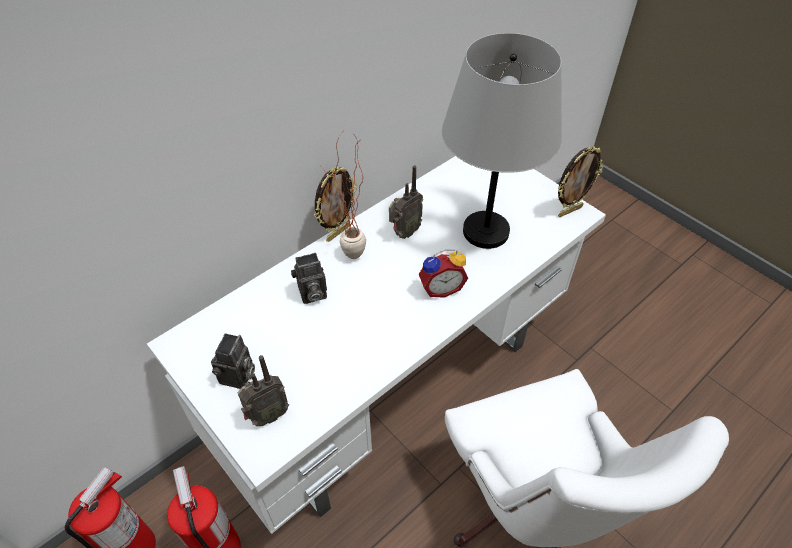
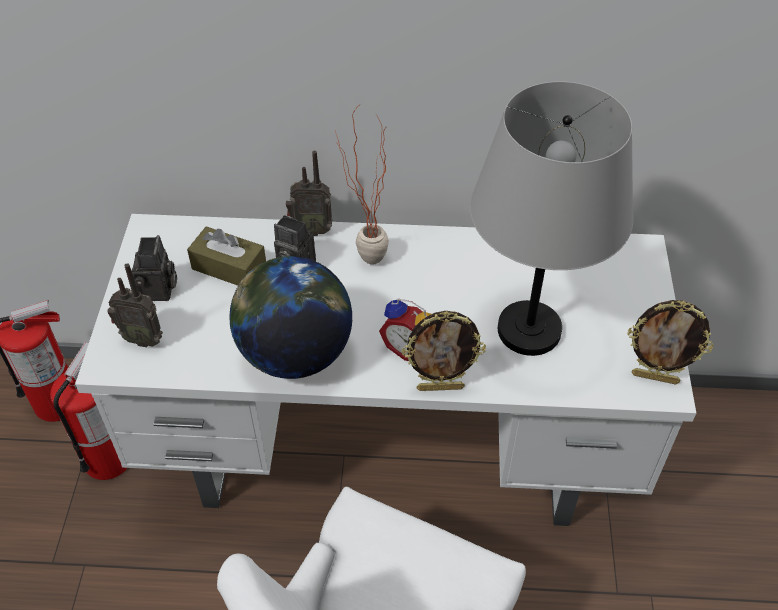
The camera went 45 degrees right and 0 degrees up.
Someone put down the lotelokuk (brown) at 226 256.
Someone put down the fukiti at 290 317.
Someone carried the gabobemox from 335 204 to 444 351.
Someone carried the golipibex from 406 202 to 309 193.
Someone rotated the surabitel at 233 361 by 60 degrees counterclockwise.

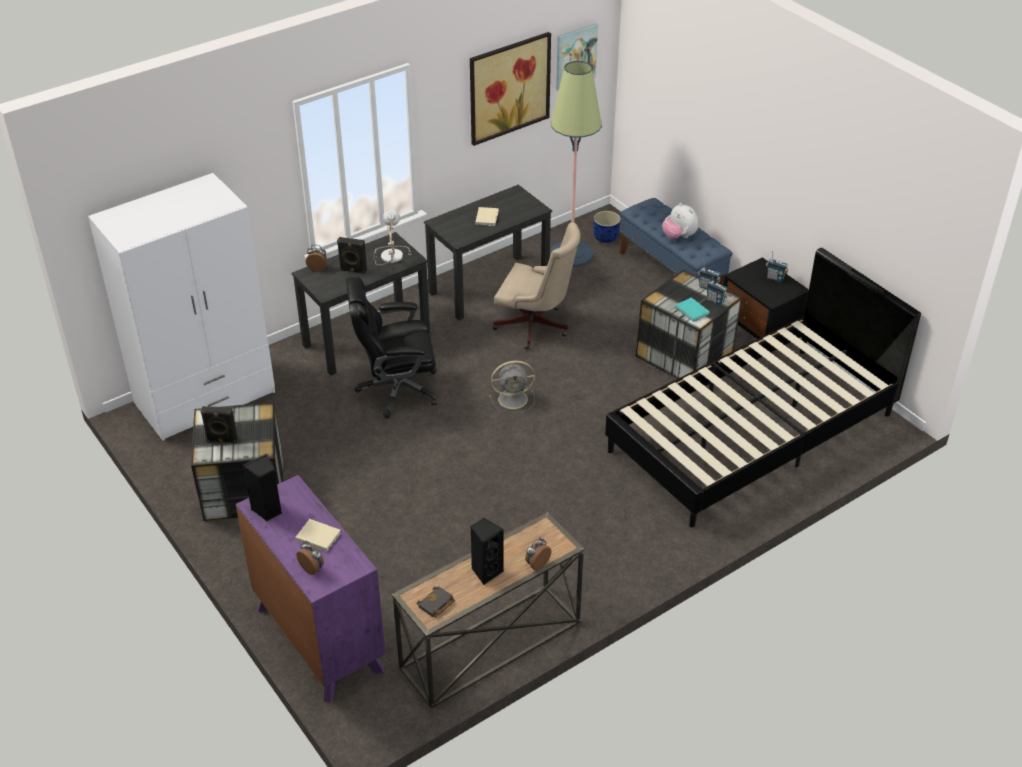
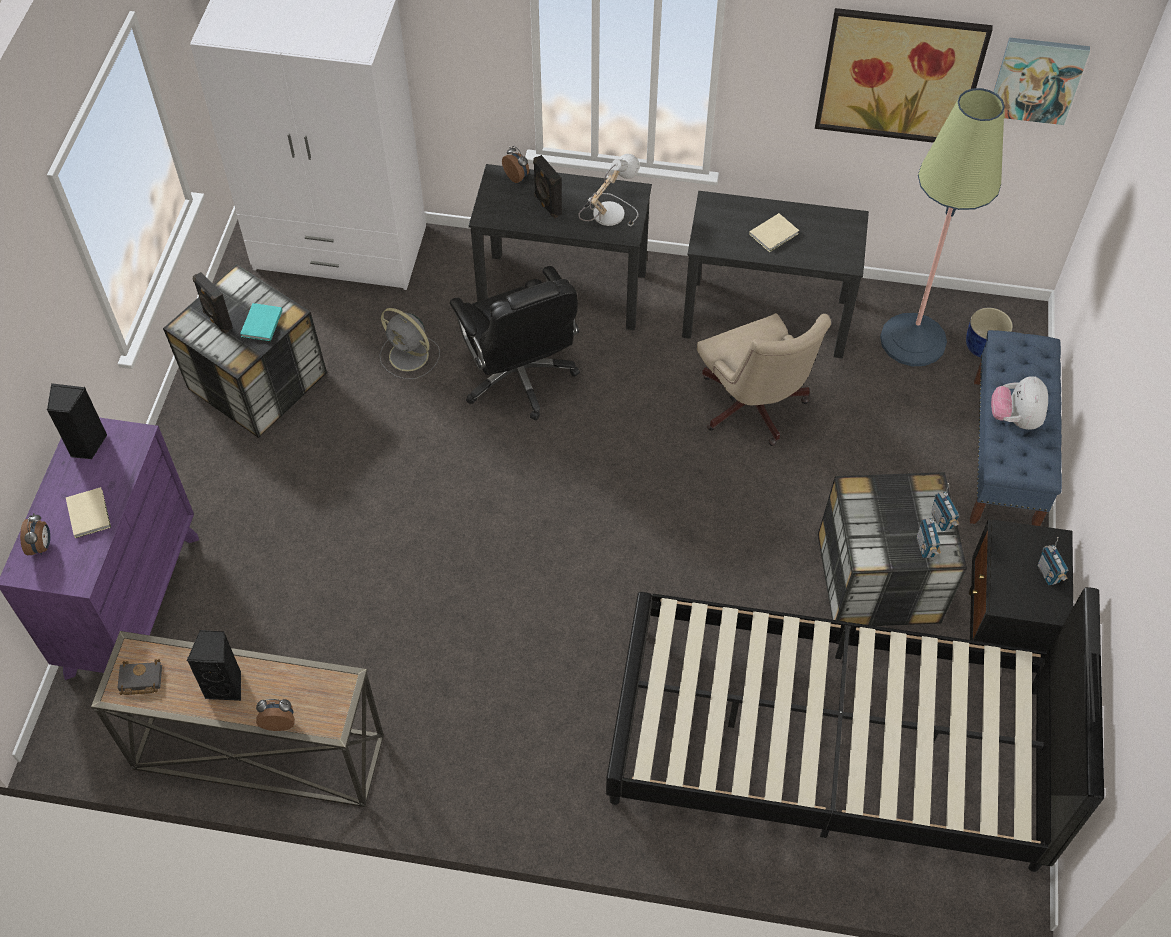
The camera went 45 degrees right and 15 degrees up.
Someone carried the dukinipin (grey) from 512 387 to 409 343.
Someone carried the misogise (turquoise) from 692 309 to 261 322.
Someone rotated the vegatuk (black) at 391 348 by 150 degrees counterclockwise.

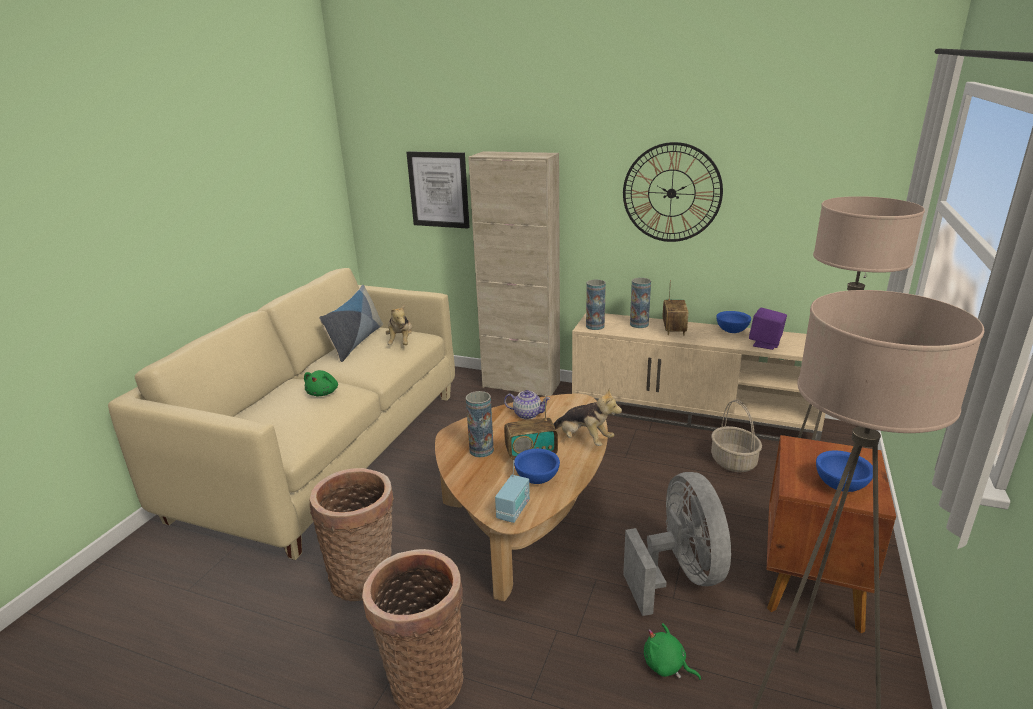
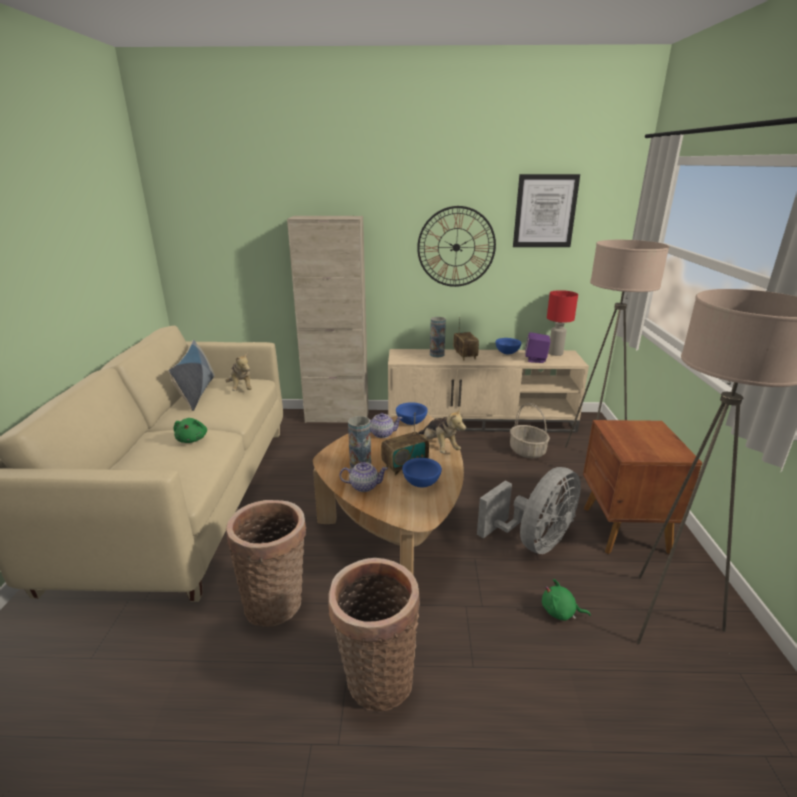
The camera went 20 degrees left and 0 degrees up.
Someone took away the golipibex at 512 491.
Someone took away the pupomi at 596 305.
Someone put down the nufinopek at 363 477.
Someone put down the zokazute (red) at 562 323.
Someone carried the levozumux from 438 190 to 546 210.
Someone carried the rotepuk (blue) from 844 471 to 412 413.
Someone rotated the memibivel at 587 417 by 45 degrees clockwise.
Someone rotated the dukinipin (grey) at 677 544 by 75 degrees clockwise.

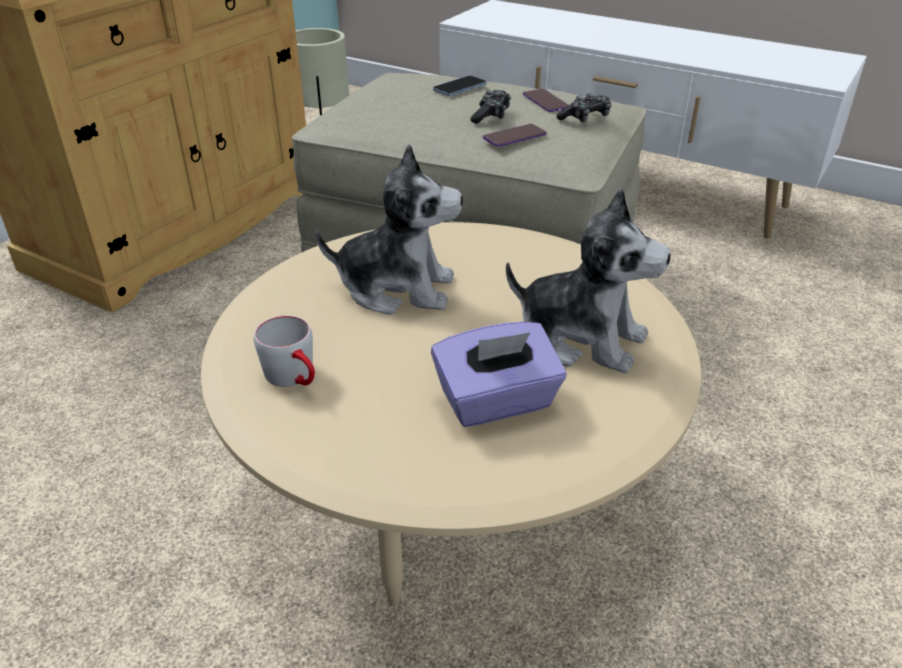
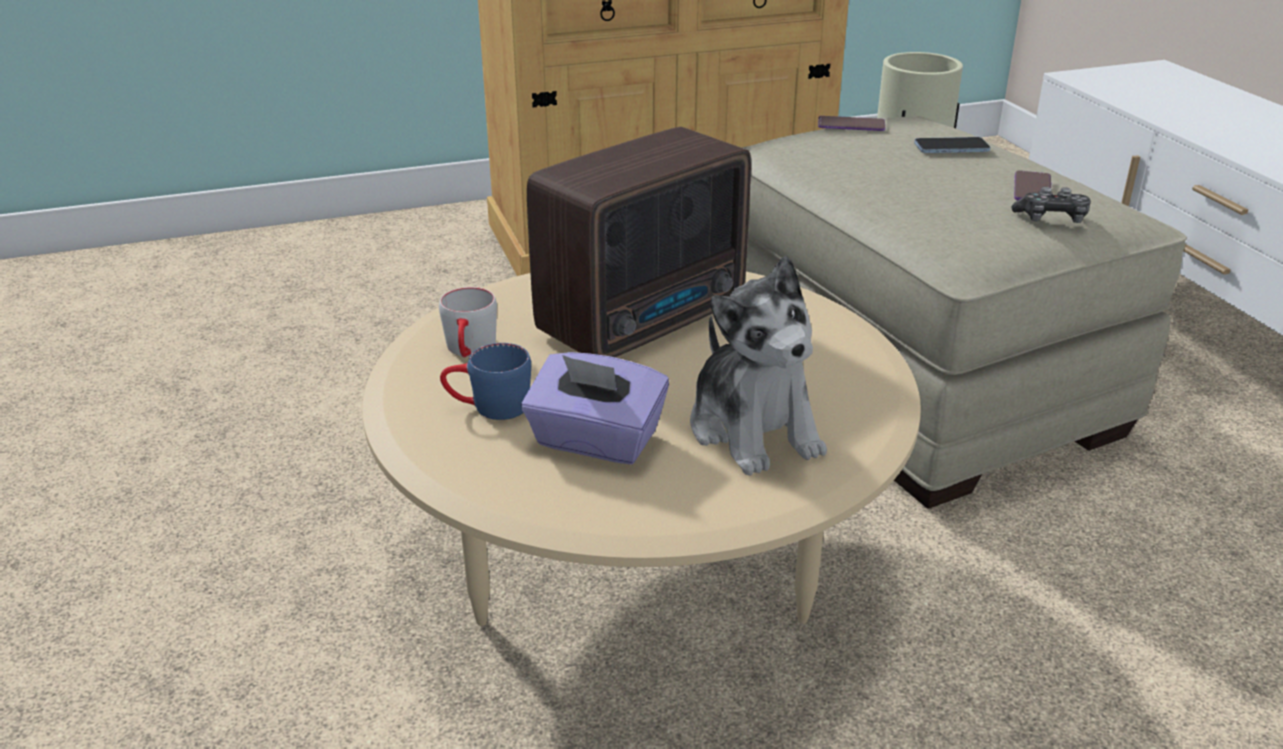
The camera went 40 degrees right and 5 degrees down.
Someone took away the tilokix at 490 107.
Someone put down the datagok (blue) at 485 381.
Someone carried the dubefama from 515 135 to 851 123.
Someone swapped the memibivel at 389 229 for the golipibex at 639 242.

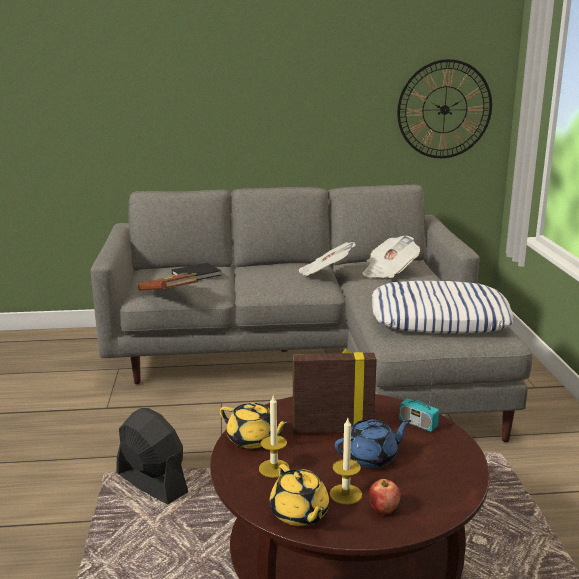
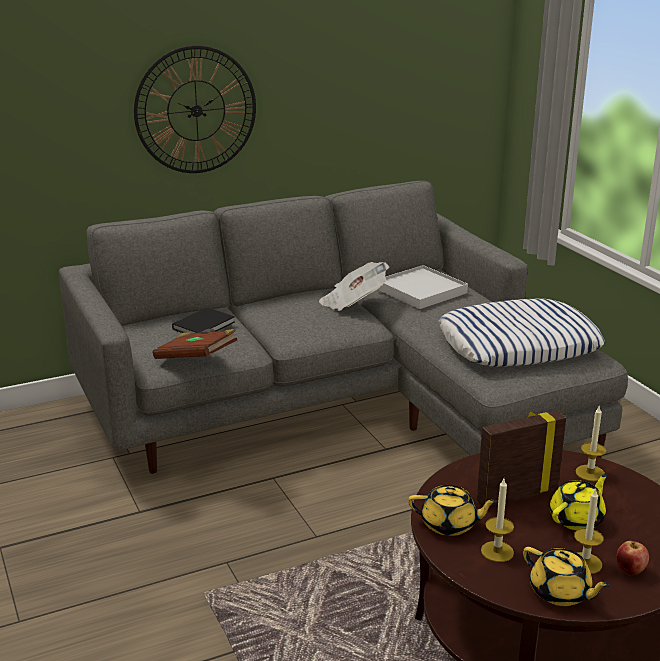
The camera went 20 degrees left and 5 degrees up.
Someone took away the dukinipin (black) at 152 456.
Someone carried the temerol from 444 108 to 195 109.
Someone swapped the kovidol at 391 257 for the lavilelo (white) at 422 287.
Someone swapped the golipibex at 419 404 for the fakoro at 591 443.
Someone repainted the nufinopek (blue) at 373 443, which became the nufinopek (yellow) at 578 502.

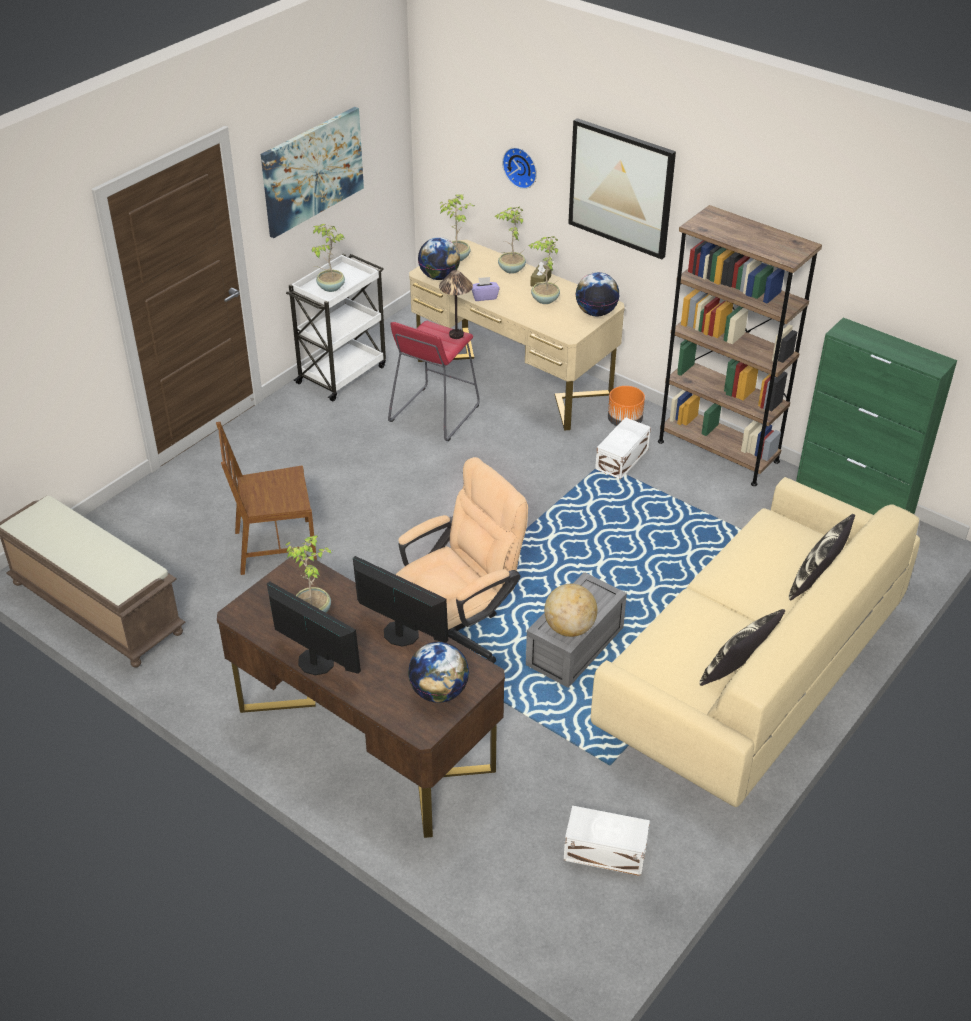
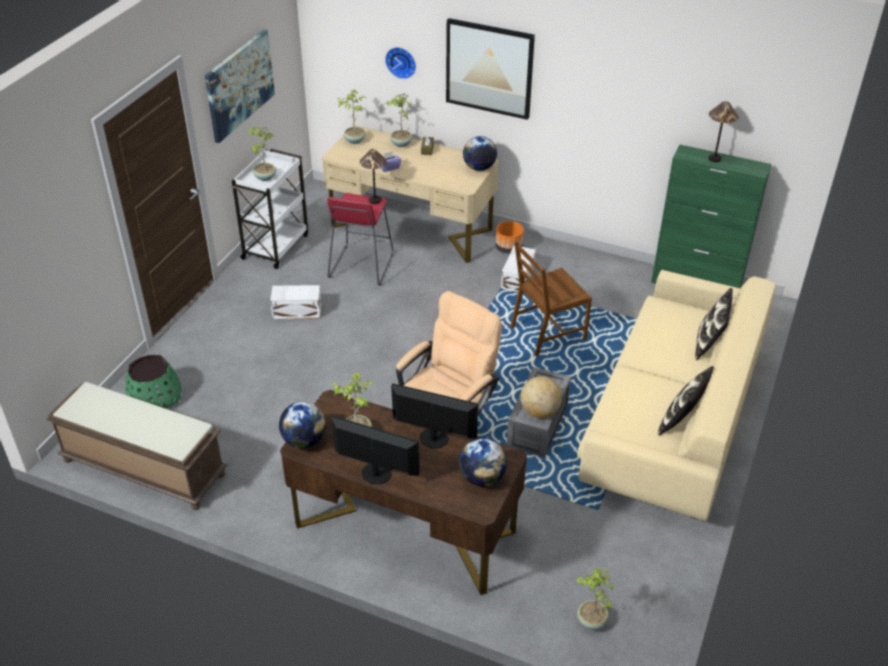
The camera went 15 degrees left and 0 degrees up.
Someone took away the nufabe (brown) at 740 345.
Someone put down the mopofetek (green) at 153 381.
Someone put down the zokazute at 723 131.
Someone carried the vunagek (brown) from 266 498 to 551 299.
Someone carried the fukiti from 439 258 to 302 424.
Someone carried the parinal from 544 270 to 594 599.
Someone carried the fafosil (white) from 606 841 to 295 302.

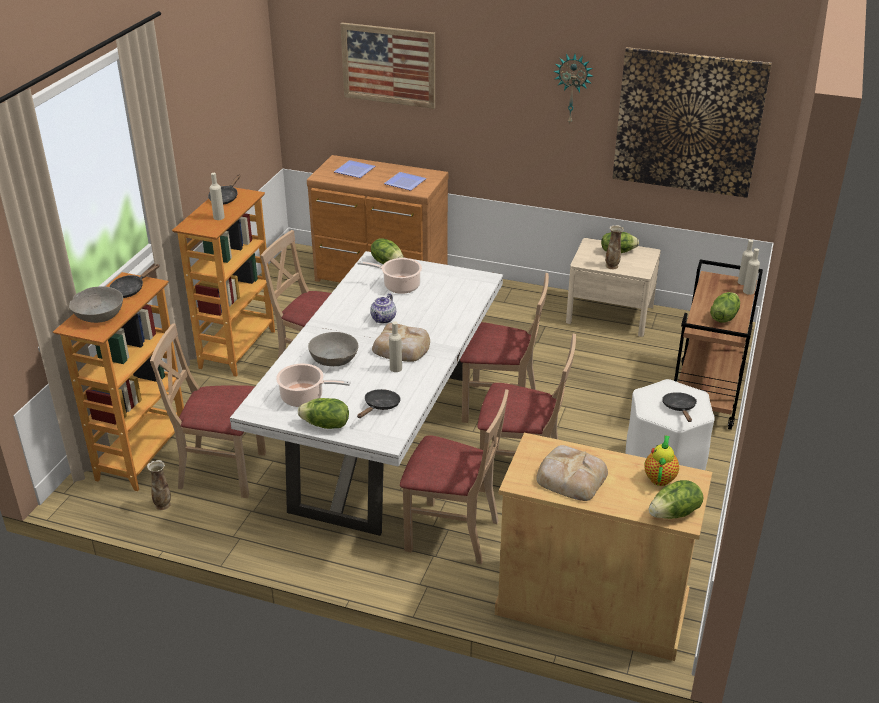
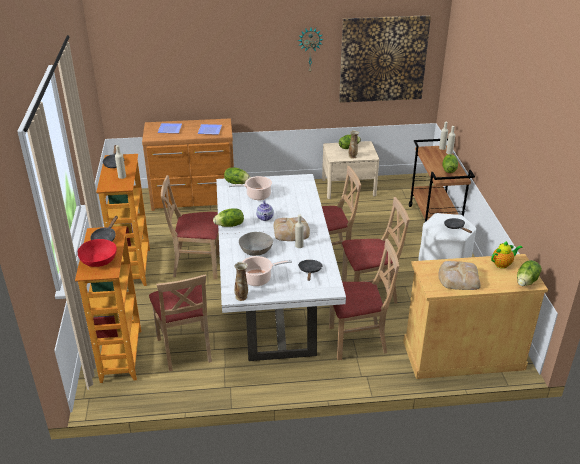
The camera went 25 degrees left and 0 degrees up.
Someone took away the levozumux at 387 65.
Someone carried the pupomi from 159 485 to 241 281.
Someone carried the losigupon from 323 413 to 228 217.
Someone repainted the rotepuk (grey) at 96 304, which became the rotepuk (red) at 97 253.
Someone rotated the vunagek (beige) at 208 410 by 90 degrees counterclockwise.
Someone rotated the nufinopek at 662 460 by 75 degrees clockwise.

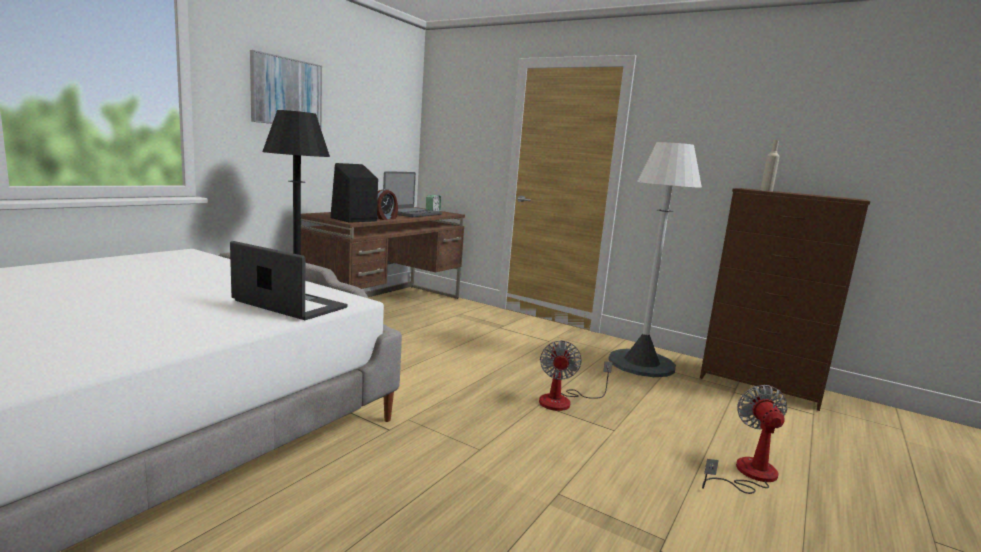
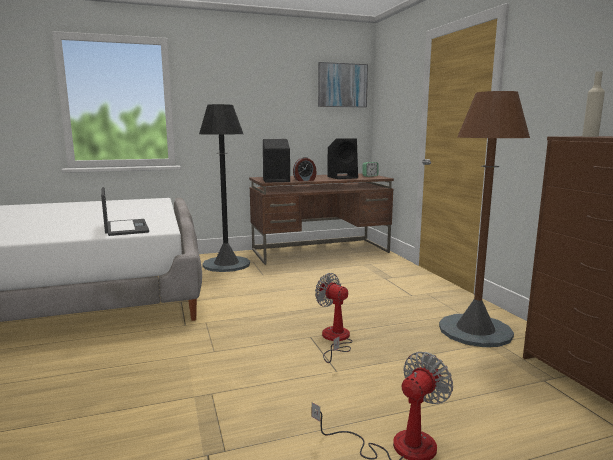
The camera went 40 degrees right and 0 degrees up.
Someone carried the levozumux from 286 89 to 343 85.
Someone swapped the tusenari at 412 194 for the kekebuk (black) at 342 158.
Someone repainted the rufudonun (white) at 655 259, which became the rufudonun (brown) at 484 219.
Someone rotated the dukinipin at 576 375 by 90 degrees clockwise.

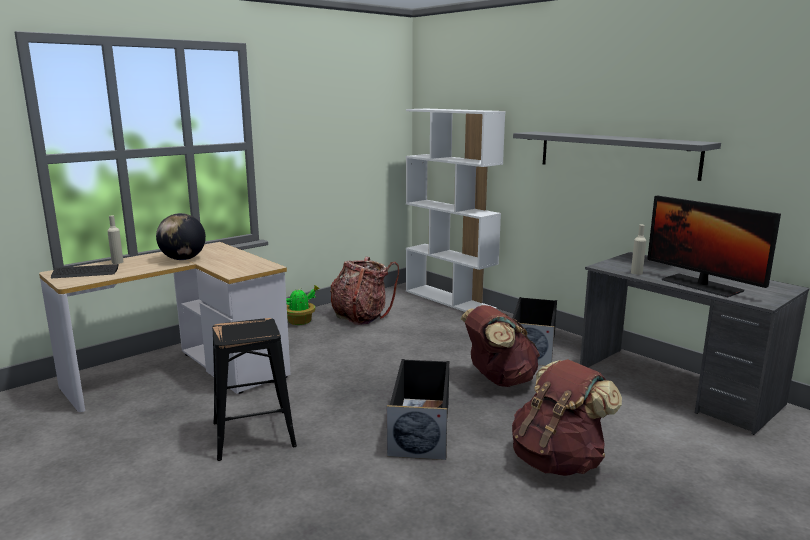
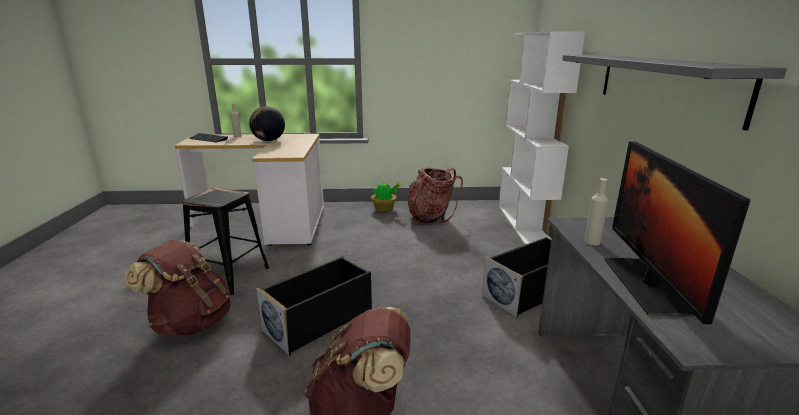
The camera went 40 degrees right and 5 degrees up.
Someone carried the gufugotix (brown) from 500 346 to 177 288.

